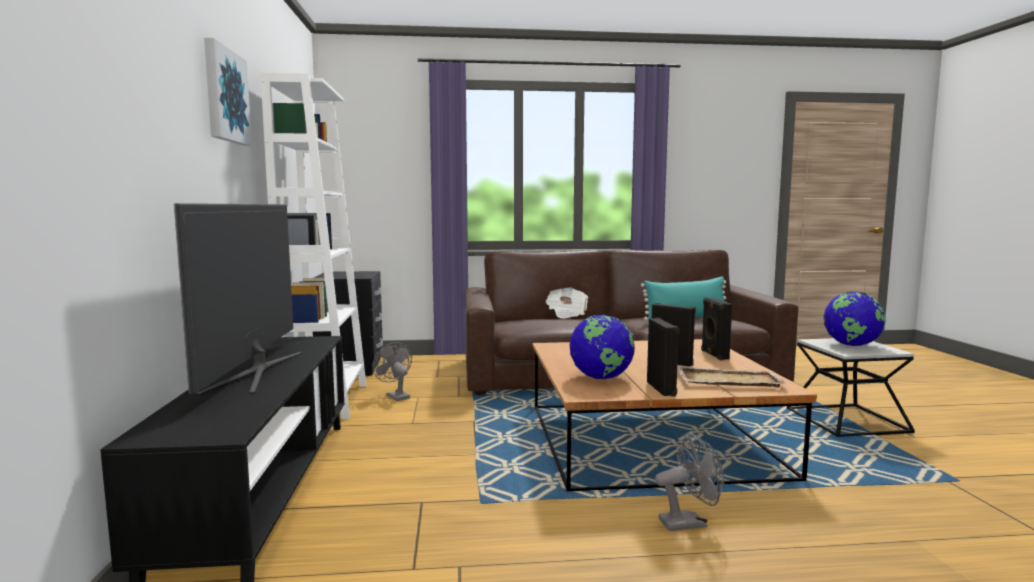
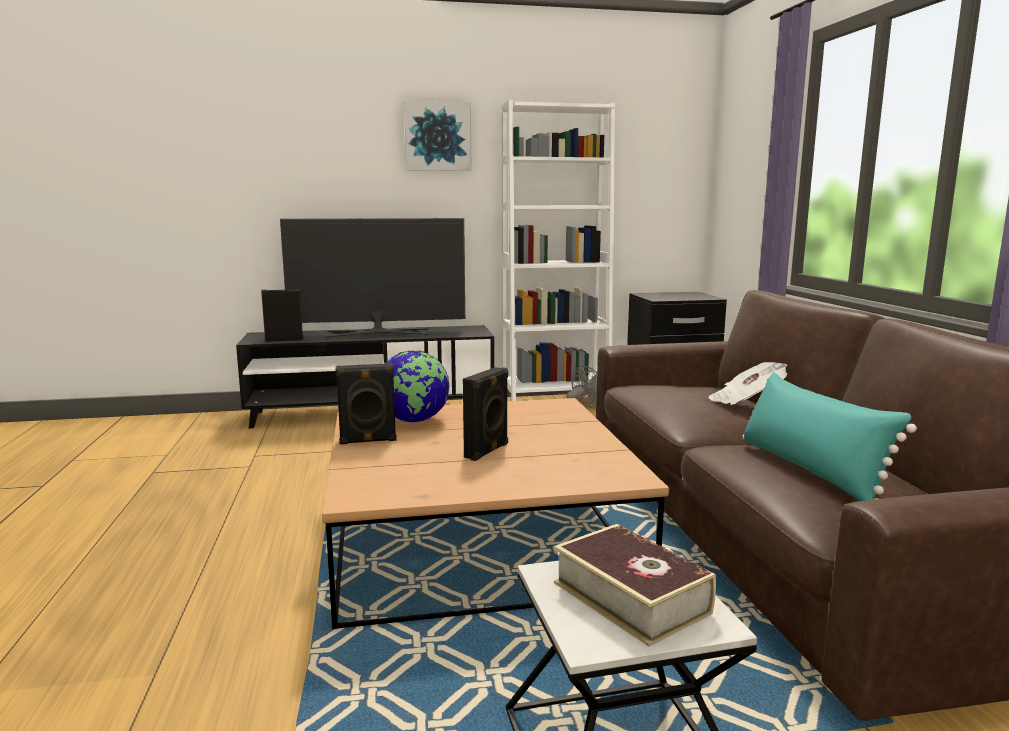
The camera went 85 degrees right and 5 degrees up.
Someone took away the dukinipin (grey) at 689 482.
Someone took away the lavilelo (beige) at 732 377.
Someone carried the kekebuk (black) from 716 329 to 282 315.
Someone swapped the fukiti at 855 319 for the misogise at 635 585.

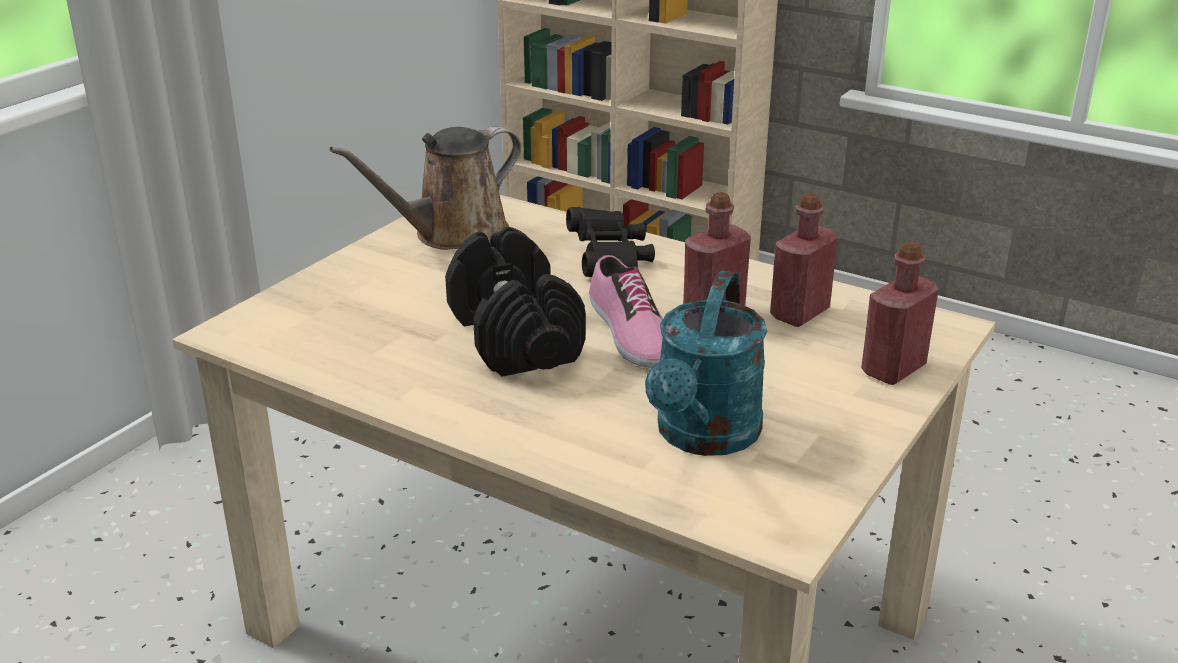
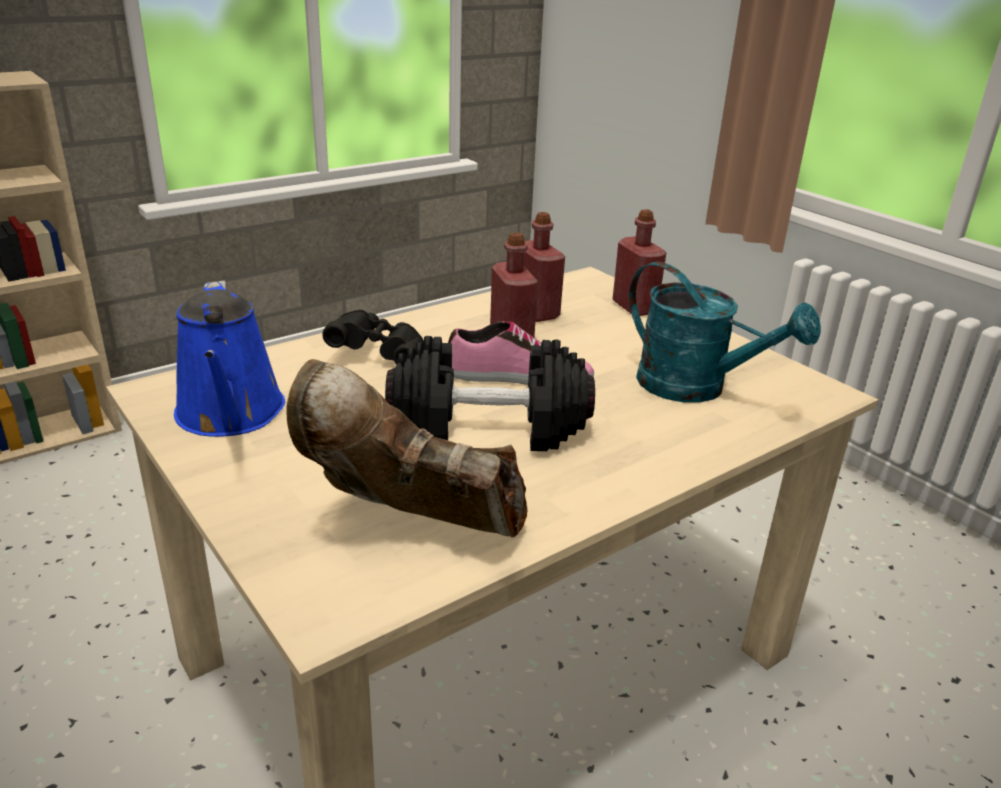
The camera went 70 degrees left and 0 degrees up.
Someone put down the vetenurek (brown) at 407 448.
Someone repainted the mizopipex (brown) at 425 188, which became the mizopipex (blue) at 229 358.

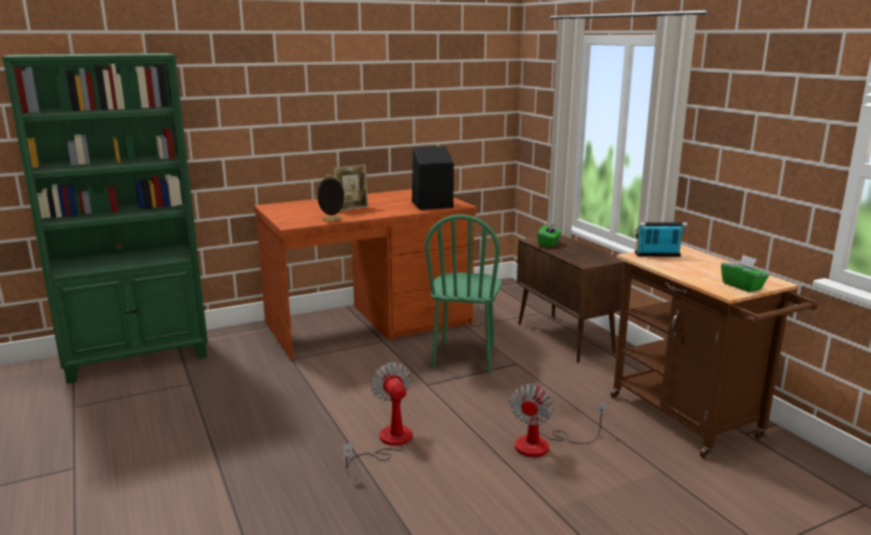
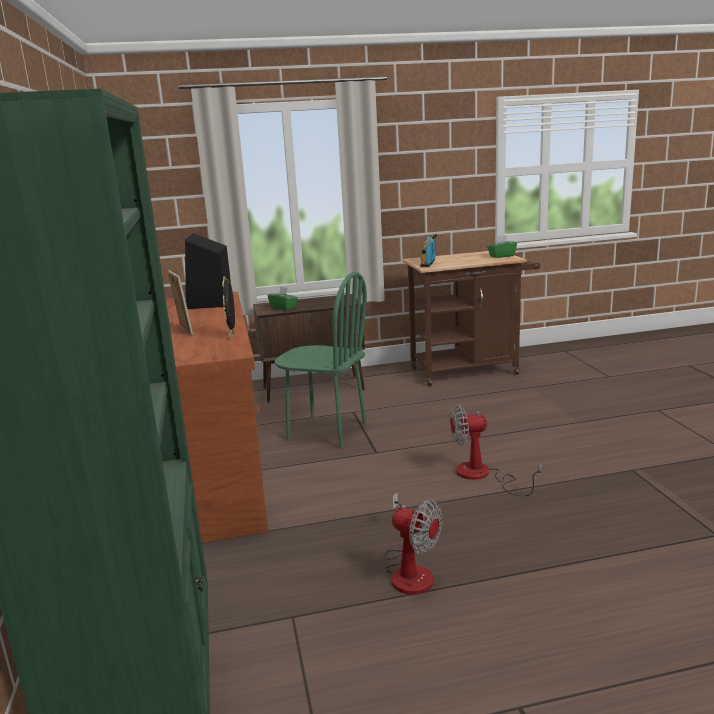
The camera went 75 degrees left and 0 degrees up.
Someone carried the dukinipin from 558 420 to 413 543.

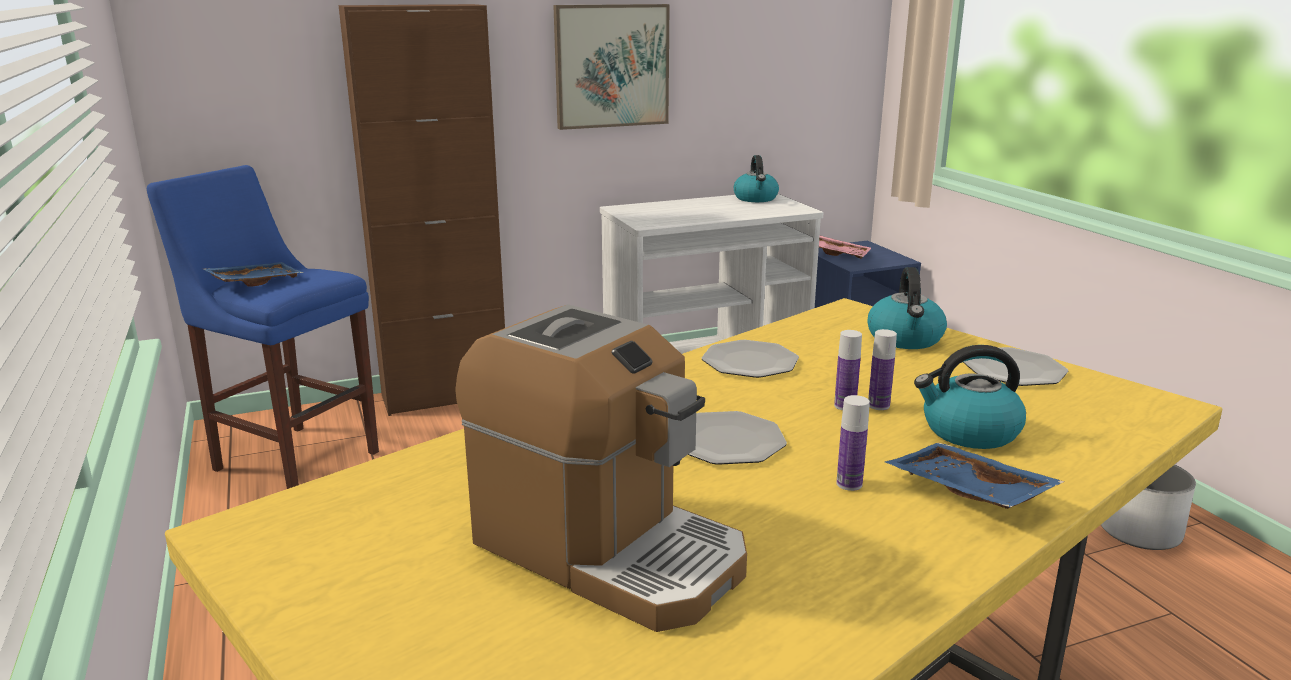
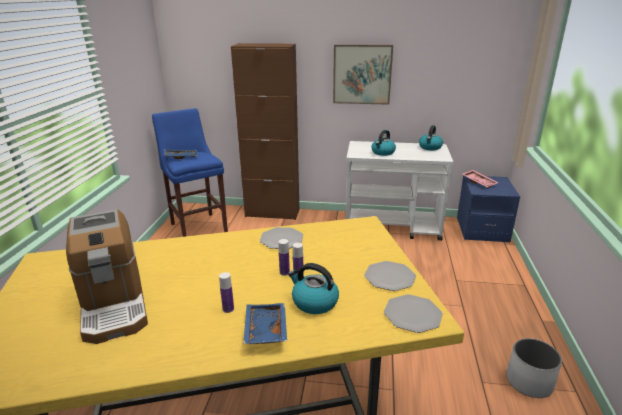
The camera went 30 degrees right and 5 degrees up.
Someone carried the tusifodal from 737 438 to 413 313.
Someone carried the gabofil from 907 308 to 383 143.

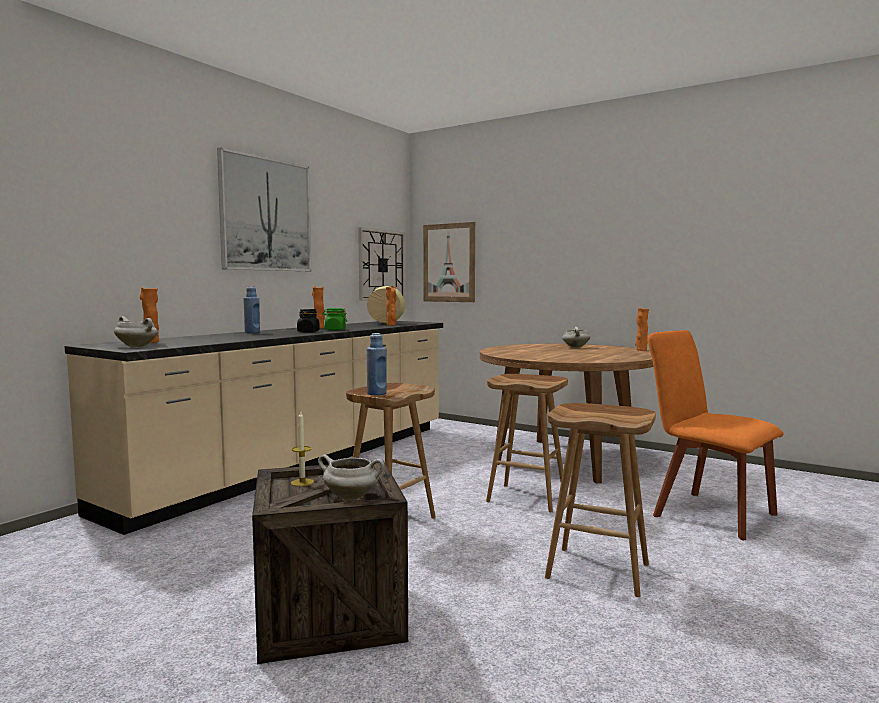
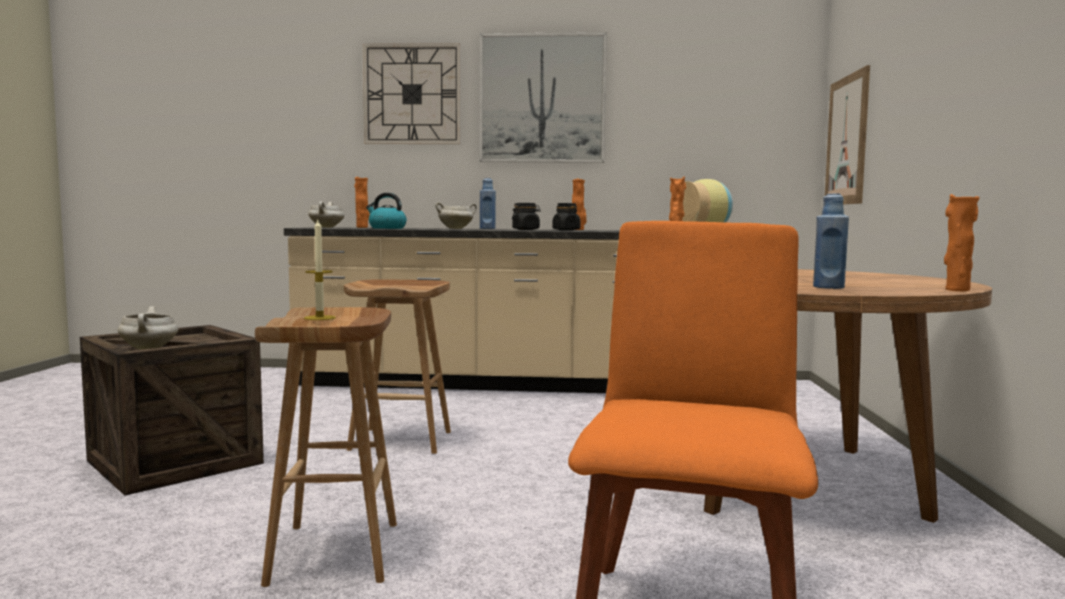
The camera went 60 degrees right and 0 degrees up.
Someone took away the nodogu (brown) at 527 443.
Someone put down the gabofil at 386 211.
Someone carried the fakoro from 302 449 to 320 270.
Someone carried the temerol from 381 264 to 412 93.
Someone carried the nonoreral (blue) from 377 364 to 831 241.
Someone carried the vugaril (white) from 576 337 to 456 215.
Someone repainted the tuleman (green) at 334 319, which became the tuleman (black) at 566 217.

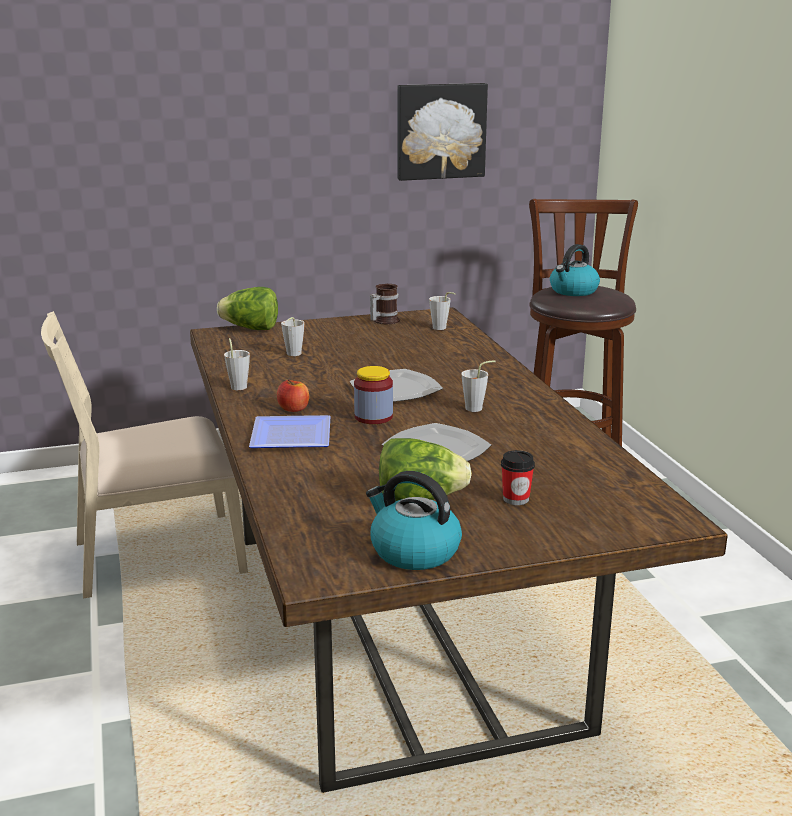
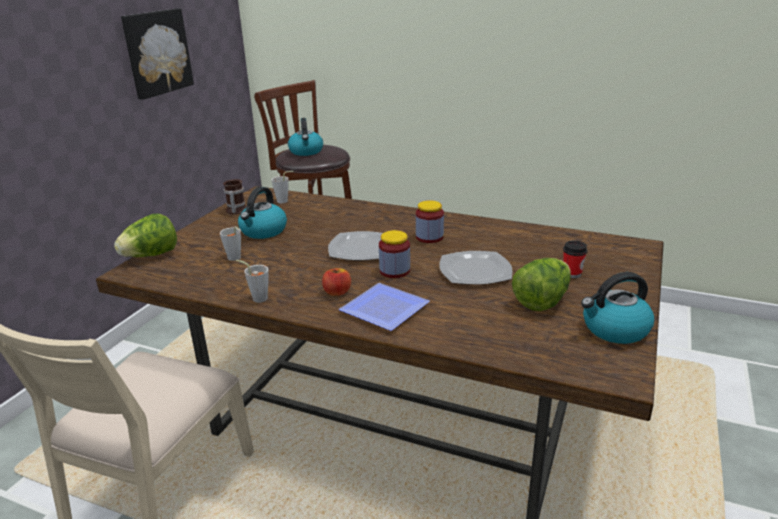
The camera went 50 degrees left and 5 degrees up.
Someone put down the gabofil at 262 213.
Someone swapped the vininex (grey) at 478 386 for the tuleman at 430 221.

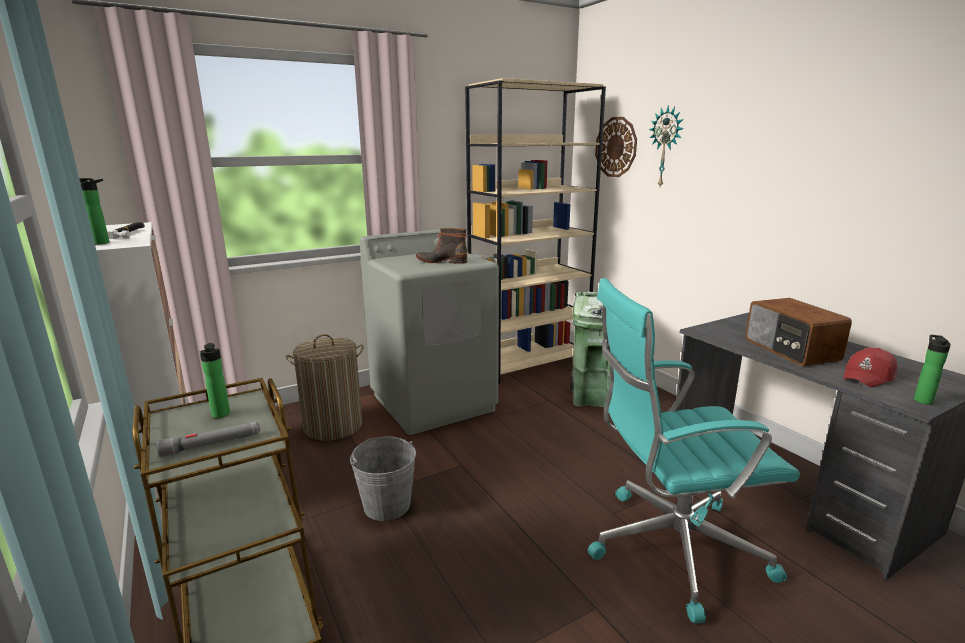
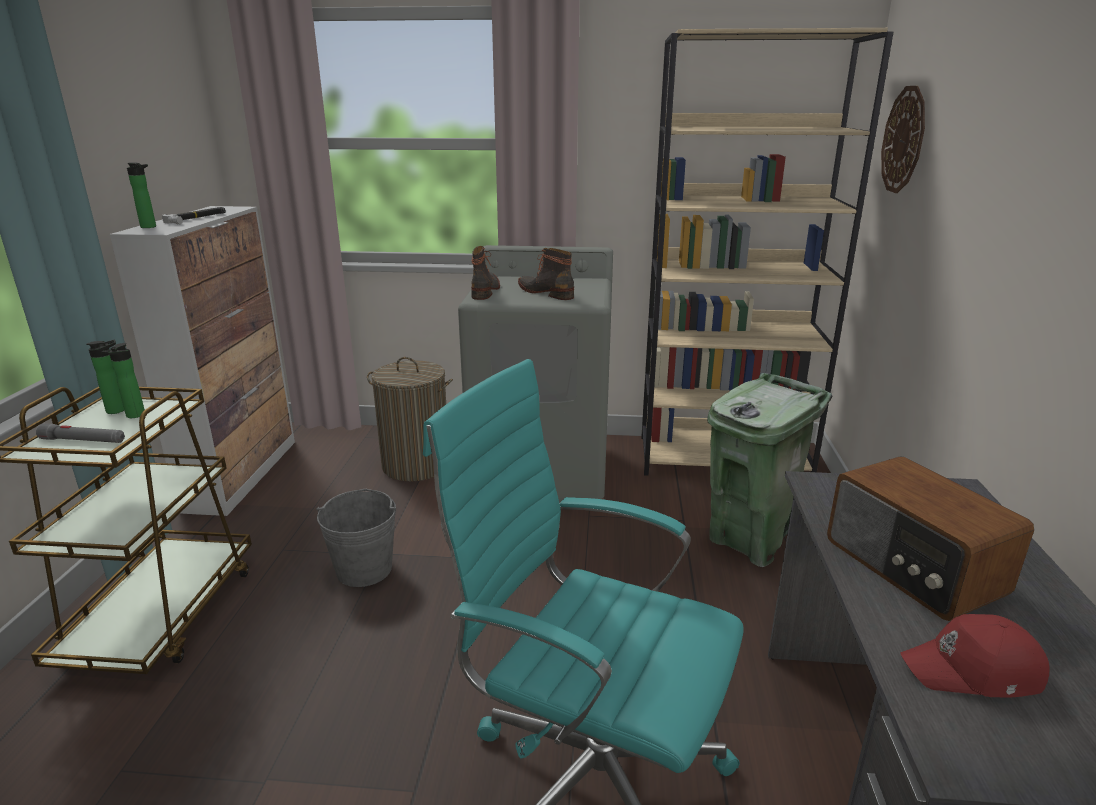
The camera went 35 degrees right and 5 degrees up.
Someone took away the temerol at 666 145.
Someone put down the vetenurek at 485 273.
Someone carried the nonoreral from 932 370 to 105 377.
Someone rotated the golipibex at 798 332 by 45 degrees counterclockwise.

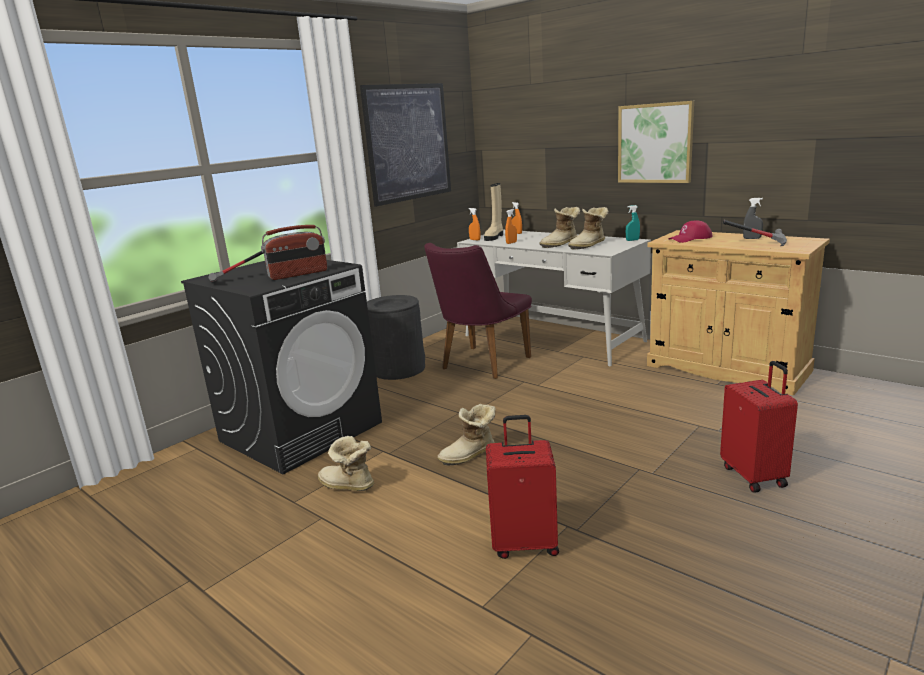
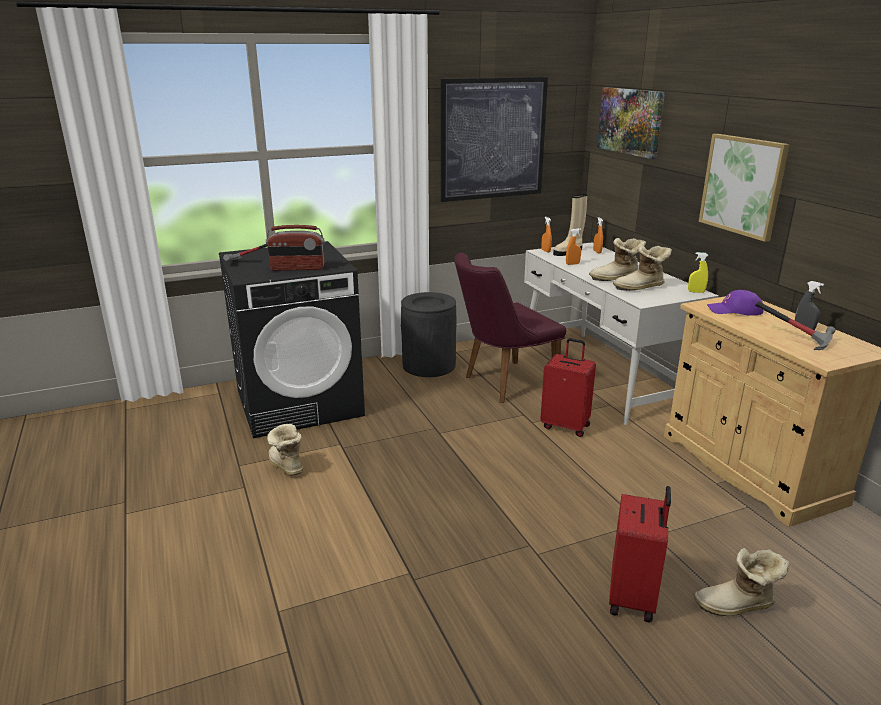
The camera went 25 degrees right and 5 degrees up.
Someone put up the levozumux at 631 123.
Someone carried the vetenurek from 466 435 to 741 582.
Someone carried the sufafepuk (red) from 522 487 to 568 387.
Someone repainted the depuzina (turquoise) at 633 223, which became the depuzina (yellow) at 698 272.
Someone repainted the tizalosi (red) at 691 231, which became the tizalosi (purple) at 735 303.

